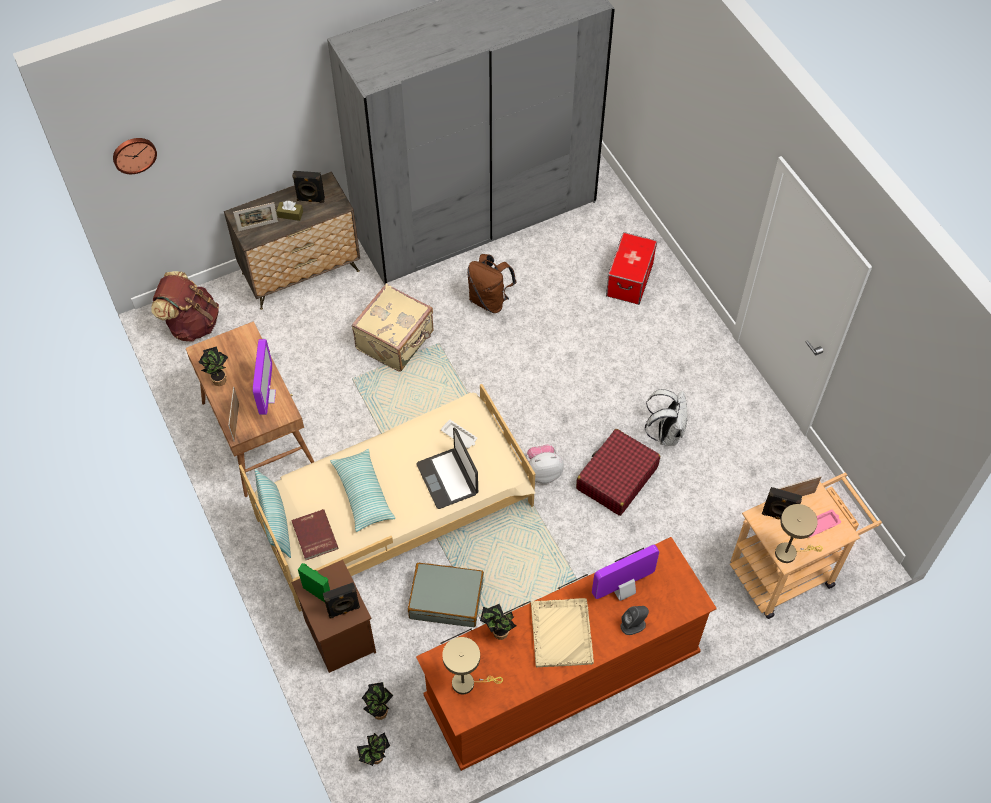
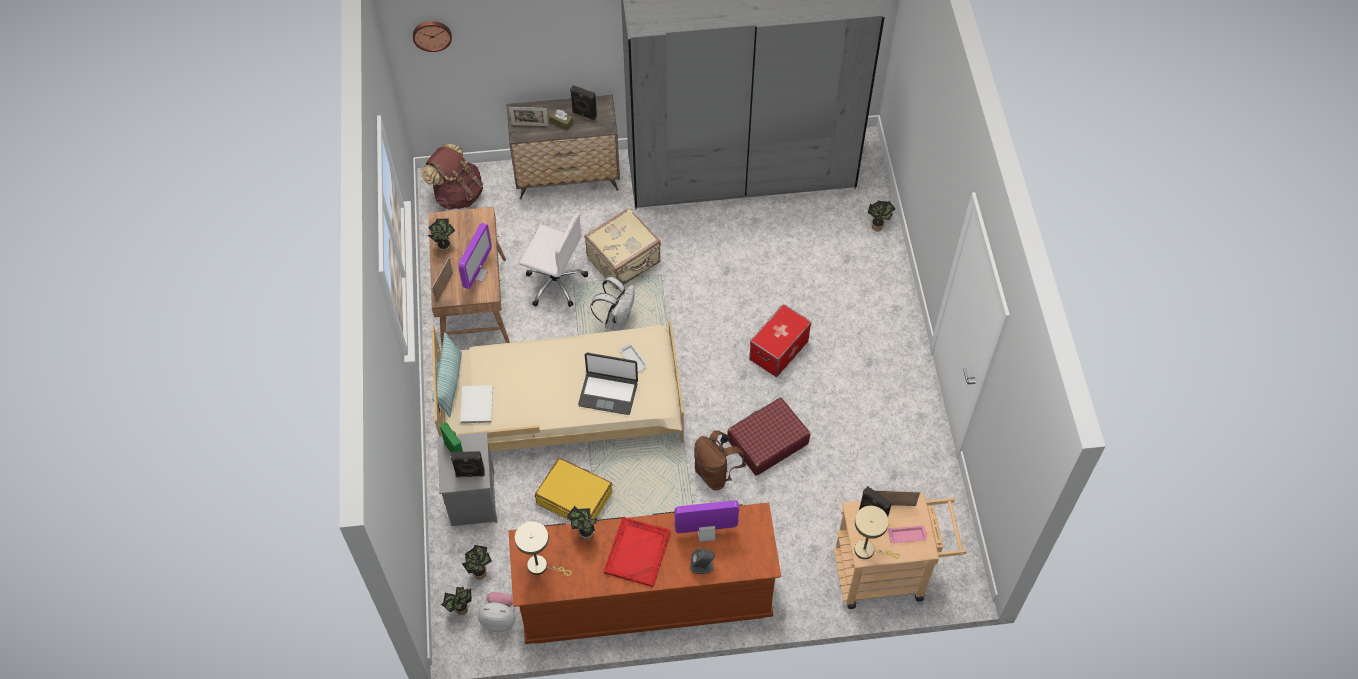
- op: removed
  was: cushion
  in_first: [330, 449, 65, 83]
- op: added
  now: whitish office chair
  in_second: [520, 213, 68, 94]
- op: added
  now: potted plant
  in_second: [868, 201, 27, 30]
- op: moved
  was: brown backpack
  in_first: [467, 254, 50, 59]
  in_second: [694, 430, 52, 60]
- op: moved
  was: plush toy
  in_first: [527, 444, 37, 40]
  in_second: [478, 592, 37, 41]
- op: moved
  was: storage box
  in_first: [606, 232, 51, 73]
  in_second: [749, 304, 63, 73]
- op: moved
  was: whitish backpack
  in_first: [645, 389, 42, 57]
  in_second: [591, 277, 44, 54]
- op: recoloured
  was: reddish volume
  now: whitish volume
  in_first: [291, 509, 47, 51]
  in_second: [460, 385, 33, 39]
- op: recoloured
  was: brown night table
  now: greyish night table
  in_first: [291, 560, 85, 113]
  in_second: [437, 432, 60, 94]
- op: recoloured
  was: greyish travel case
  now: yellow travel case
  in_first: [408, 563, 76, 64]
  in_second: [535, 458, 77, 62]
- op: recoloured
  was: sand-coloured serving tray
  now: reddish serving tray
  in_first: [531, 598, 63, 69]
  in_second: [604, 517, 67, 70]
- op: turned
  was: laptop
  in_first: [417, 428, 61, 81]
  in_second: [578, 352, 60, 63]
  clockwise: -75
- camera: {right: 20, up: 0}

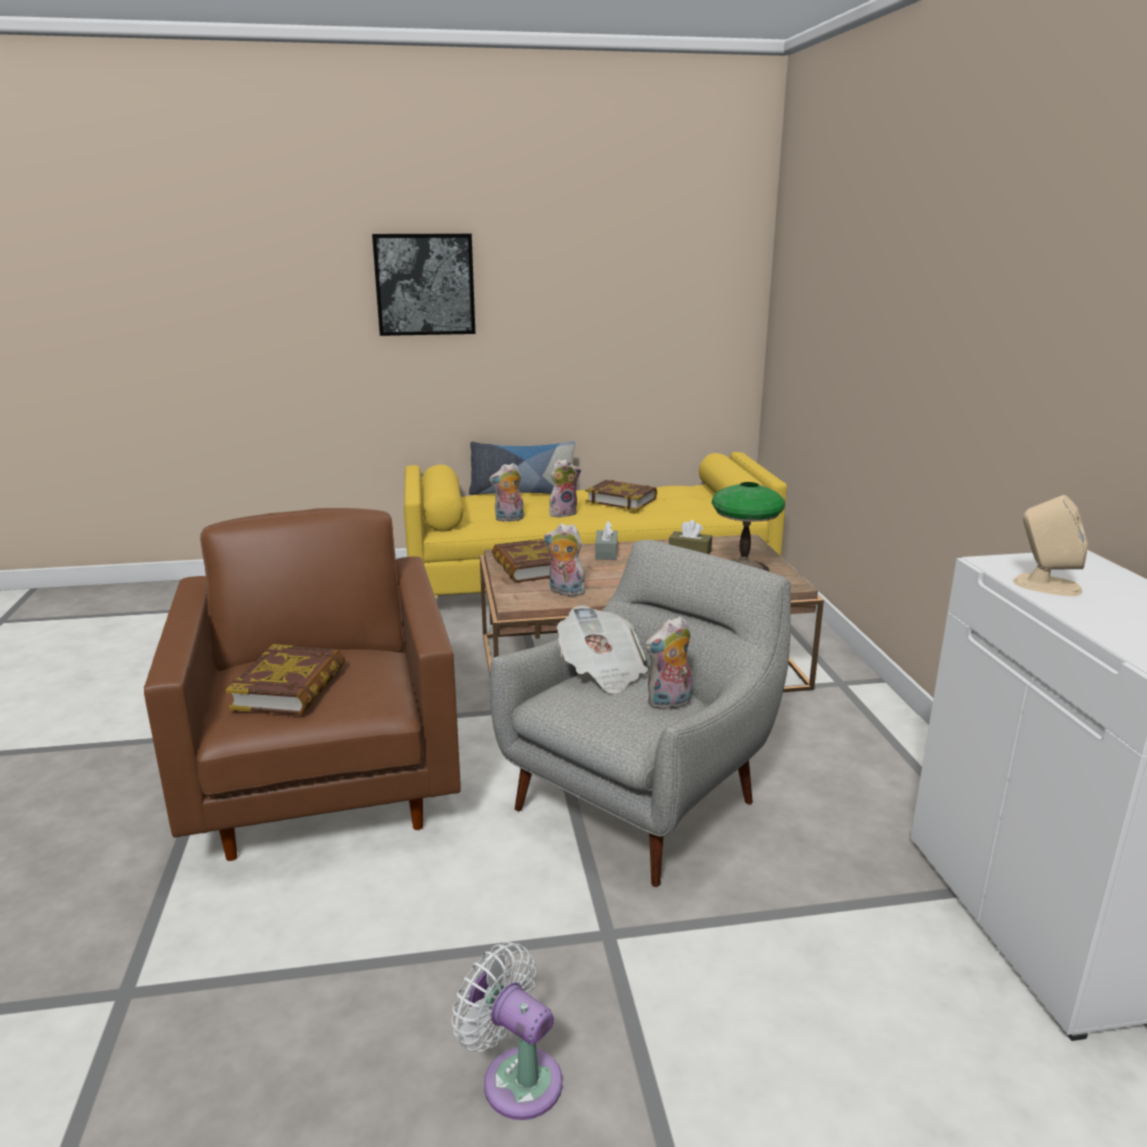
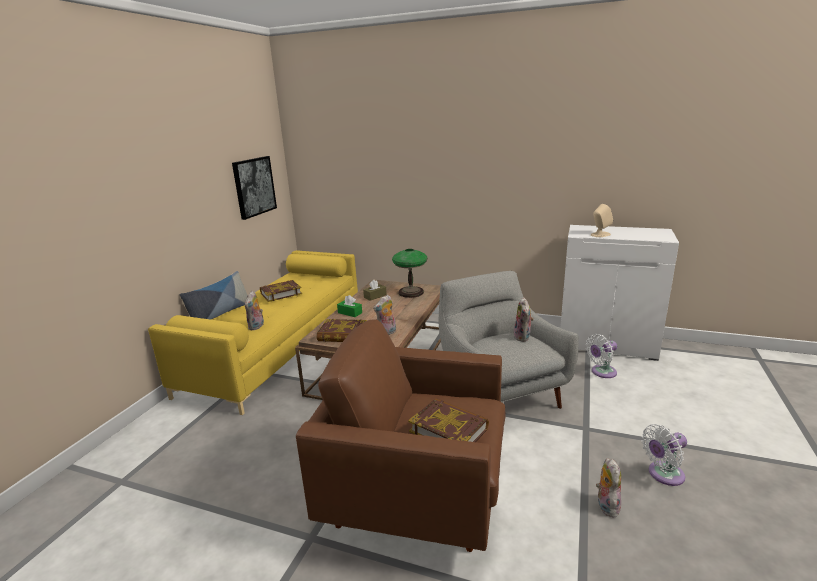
- op: removed
  was: printed paper
  in_first: [557, 606, 91, 88]
- op: added
  now: whitish cooling fan
  in_second: [586, 334, 31, 44]
- op: moved
  was: wall picture
  in_first: [372, 234, 103, 102]
  in_second: [232, 156, 45, 64]
- op: moved
  was: plush toy
  in_first: [549, 459, 32, 58]
  in_second: [596, 458, 25, 59]
- op: recoloured
  was: greyish tissue box
  now: green-coloured tissue box
  in_first: [595, 521, 23, 39]
  in_second: [337, 295, 25, 22]
- camera: {right: -60, up: 0}

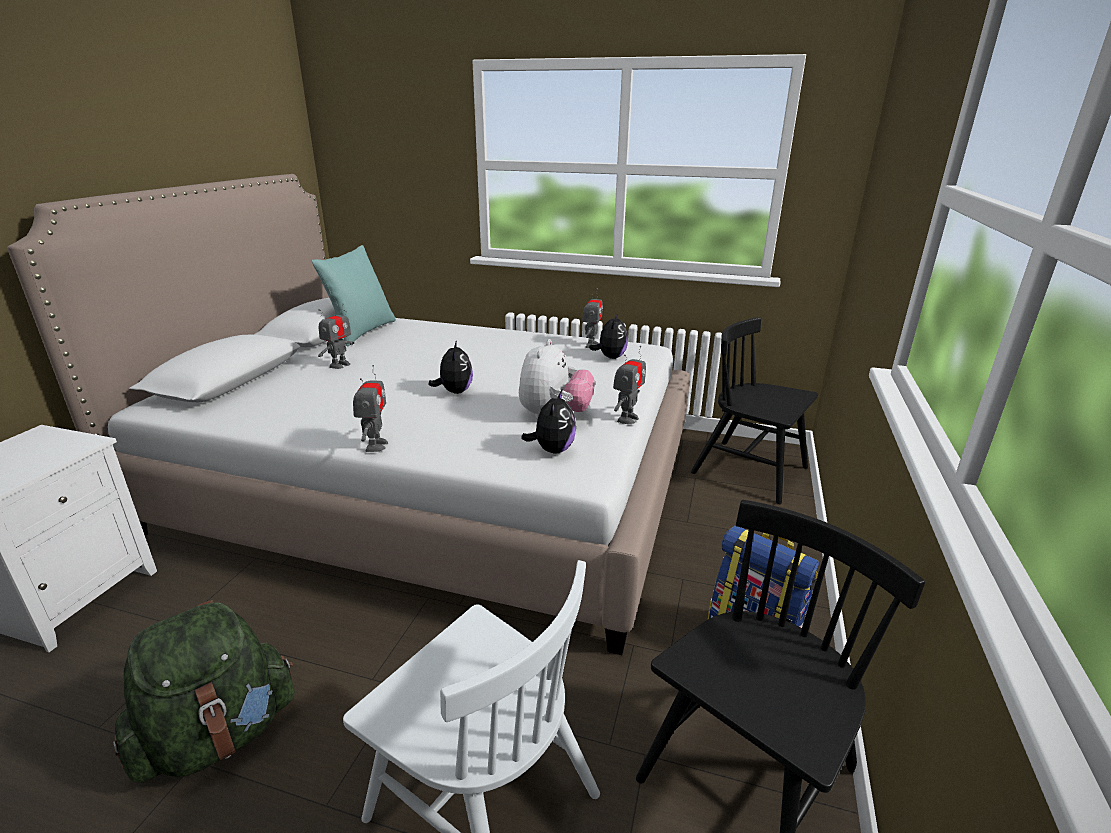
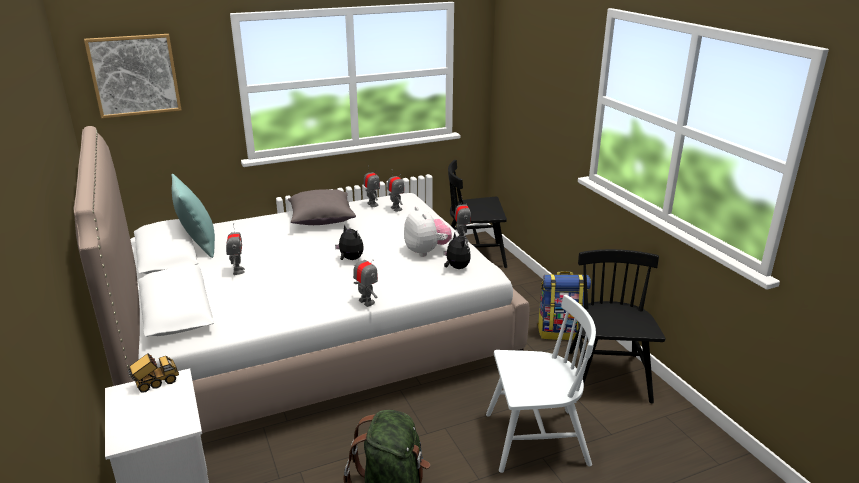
- op: added
  now: wall picture
  in_second: [84, 34, 98, 85]
- op: added
  now: model truck
  in_second: [127, 353, 52, 39]
- op: added
  now: greyish cushion
  in_second: [288, 189, 68, 36]
- op: replaced
  was: plush toy
  now: robot figure
  in_first: [589, 313, 39, 46]
  in_second: [387, 169, 17, 43]
- camera: {right: -40, up: 0}

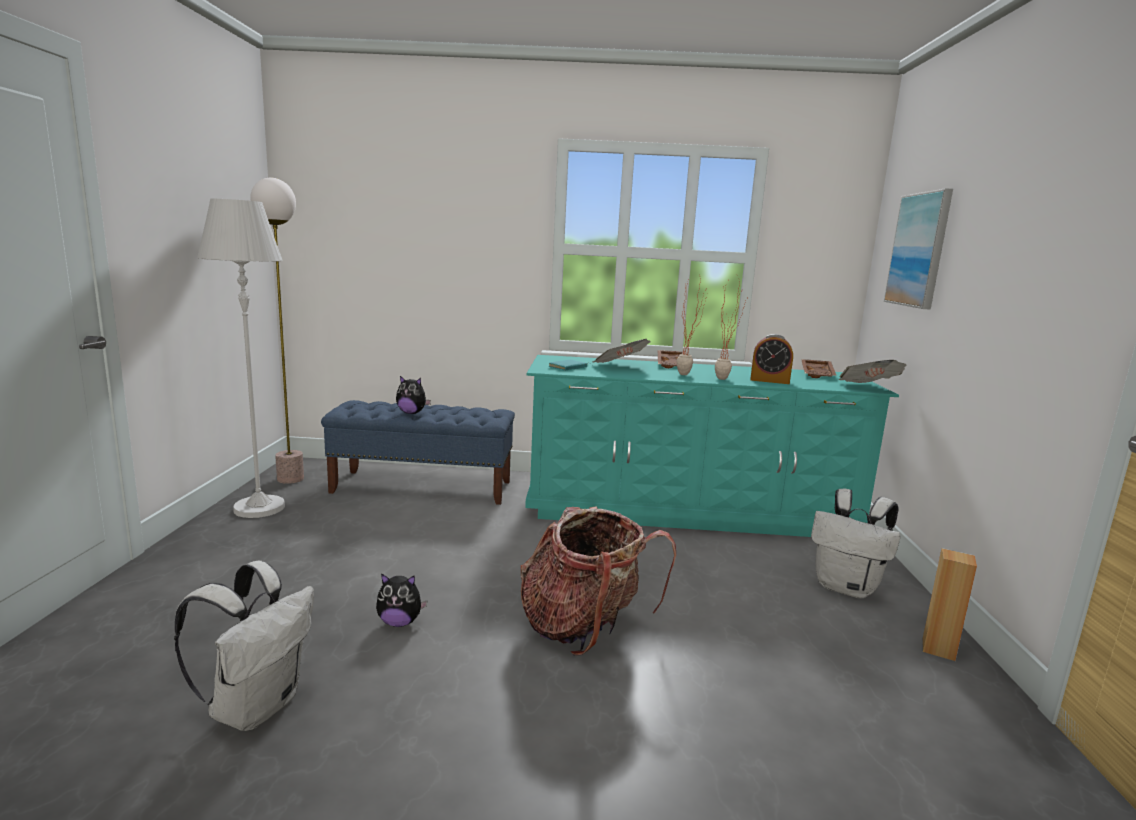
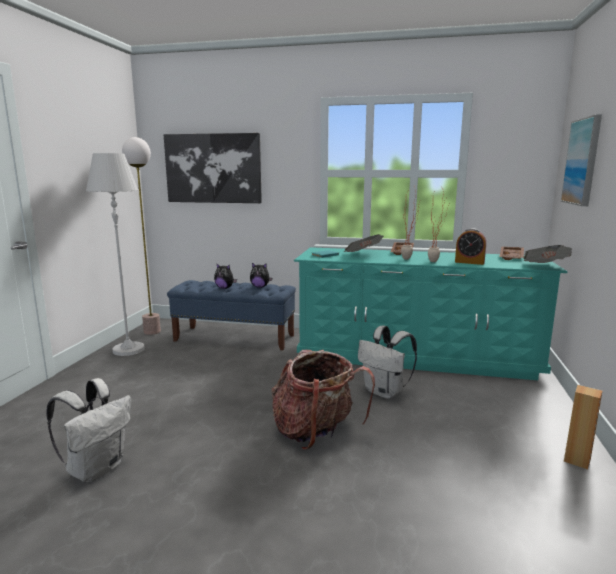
- op: added
  now: wall picture
  in_second: [164, 133, 98, 70]
- op: moved
  was: plush toy
  in_first: [376, 574, 52, 53]
  in_second: [250, 263, 22, 25]
- op: moved
  was: whitish backpack
  in_first: [811, 489, 89, 109]
  in_second: [358, 326, 59, 73]
- camera: {right: 10, up: 0}

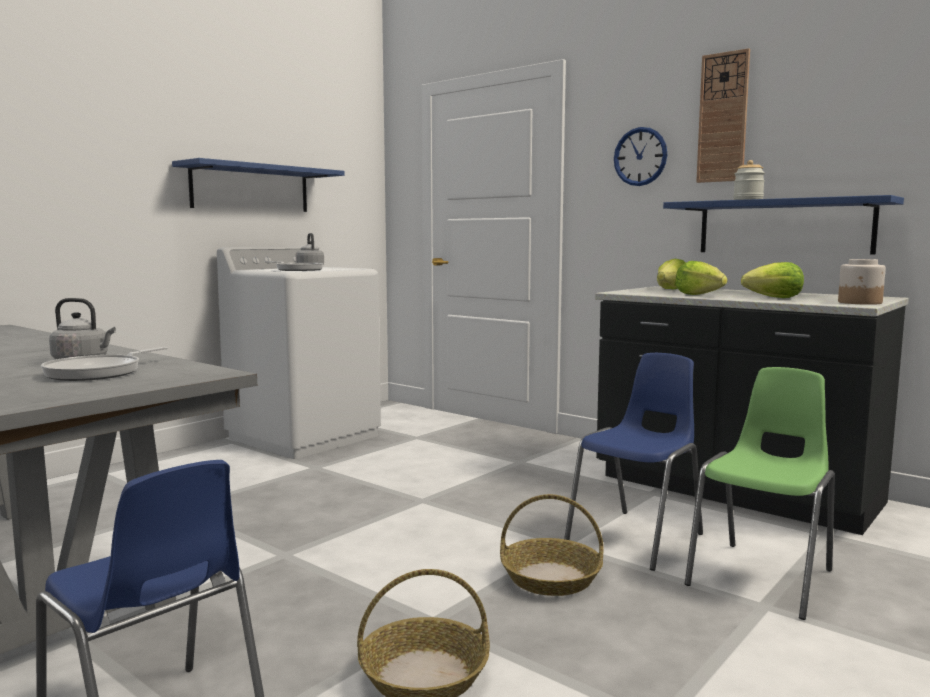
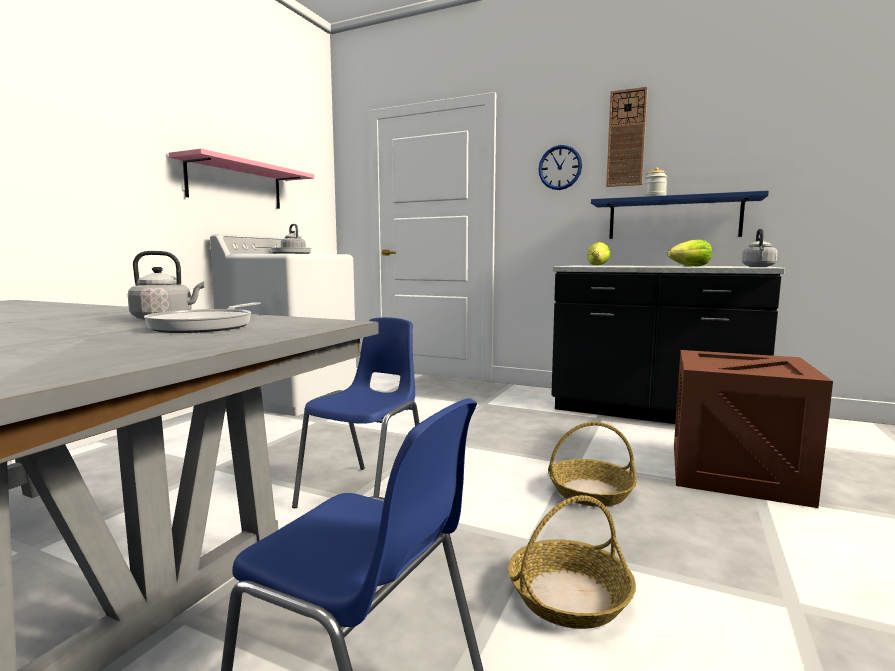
- op: removed
  was: lettuce head
  in_first: [675, 261, 53, 34]
- op: moved
  was: blue plain chair
  in_first: [564, 353, 139, 218]
  in_second: [292, 317, 128, 191]
- op: replaced
  was: green-coloured plain chair
  now: shipping crate
  in_first: [685, 367, 150, 253]
  in_second: [674, 350, 159, 158]
- op: replaced
  was: jar
  now: greyish kettle
  in_first: [838, 259, 48, 46]
  in_second: [742, 229, 36, 38]
- op: recoloured
  was: blue bracket shelf
  now: pink bracket shelf
  in_first: [172, 158, 173, 54]
  in_second: [169, 149, 146, 60]
- camera: {right: -15, up: 0}

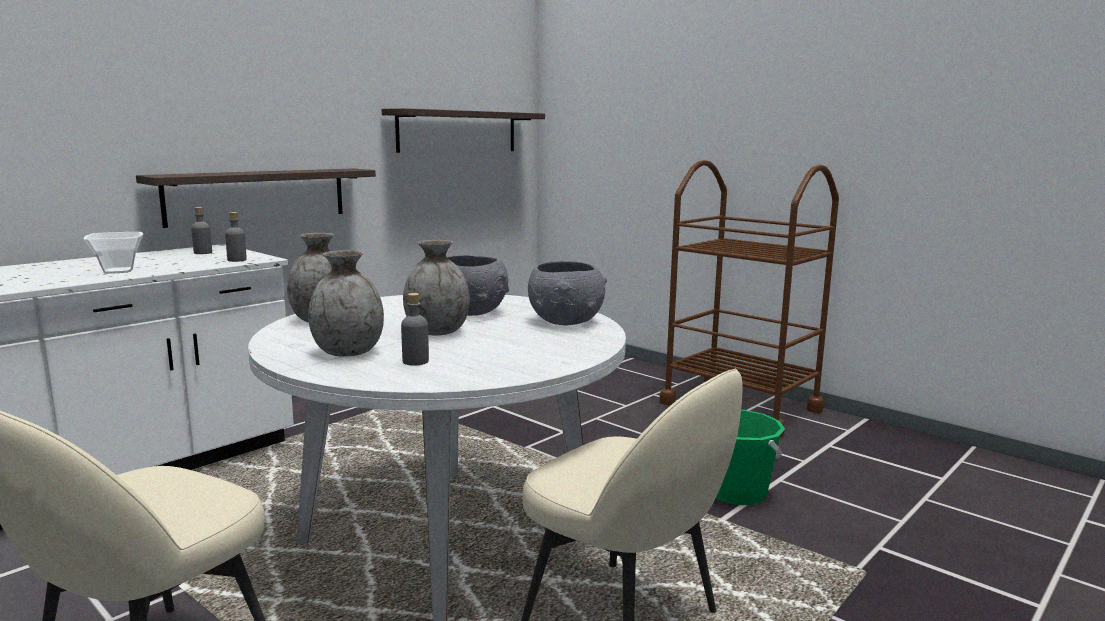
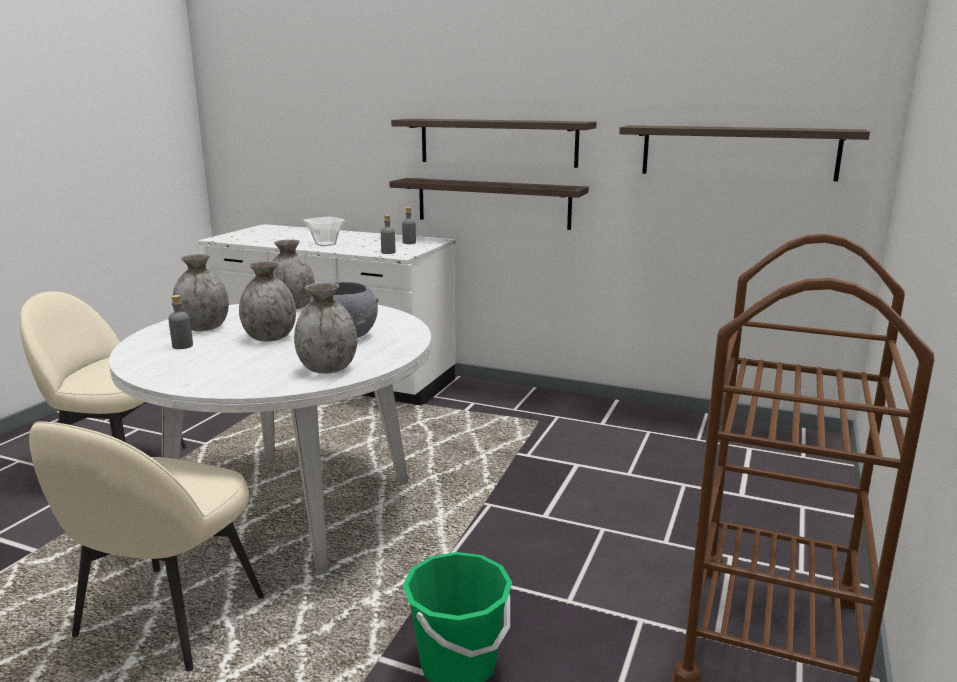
- op: added
  now: bracket shelf
  in_second: [391, 119, 206, 49]
- op: replaced
  was: greyish bowl
  now: greyish decorative vase
  in_first: [528, 261, 79, 64]
  in_second: [294, 283, 63, 91]
- camera: {right: 70, up: 5}

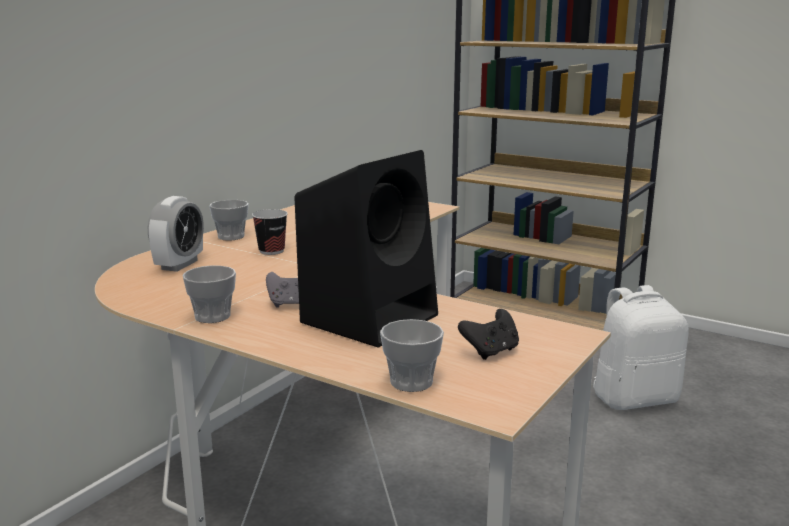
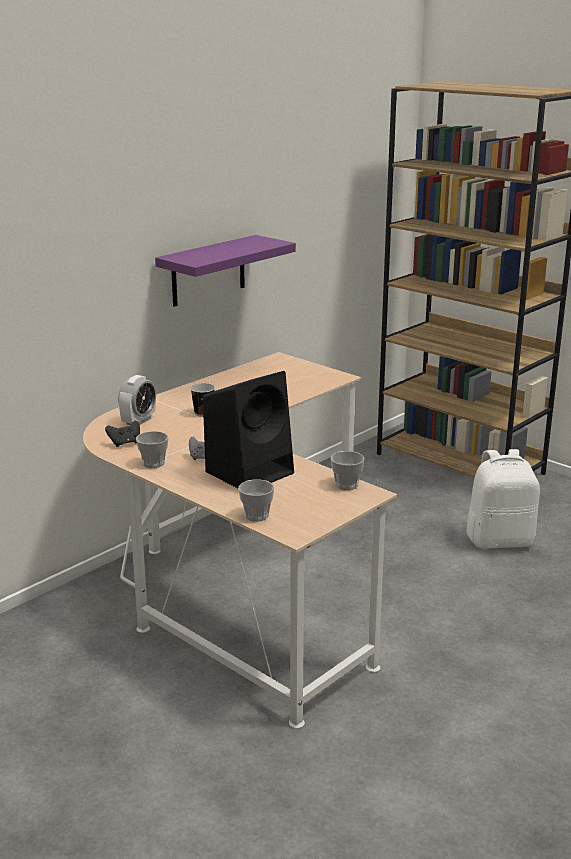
- op: added
  now: purplish bracket shelf
  in_second: [155, 235, 141, 72]
- op: moved
  was: drinking cup
  in_first: [209, 200, 40, 40]
  in_second: [331, 451, 34, 39]
- op: moved
  was: black joypad
  in_first: [458, 309, 61, 51]
  in_second: [105, 421, 35, 26]
- camera: {right: 10, up: 5}

